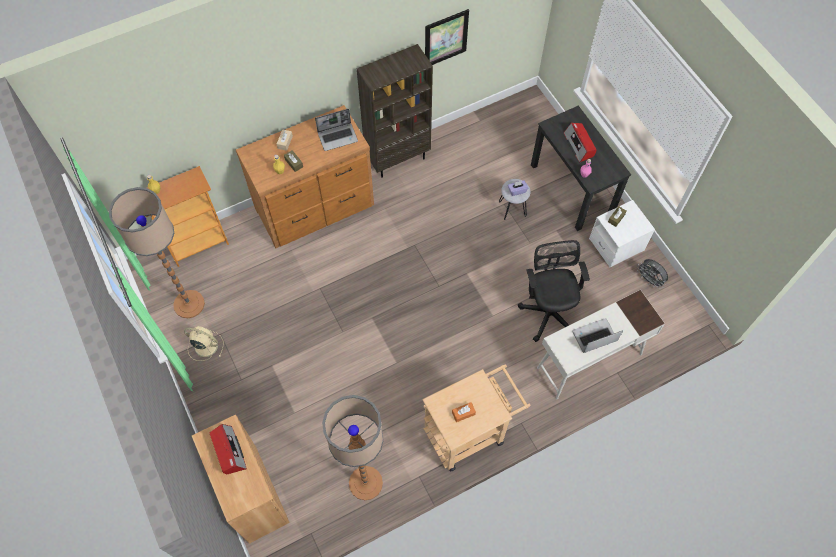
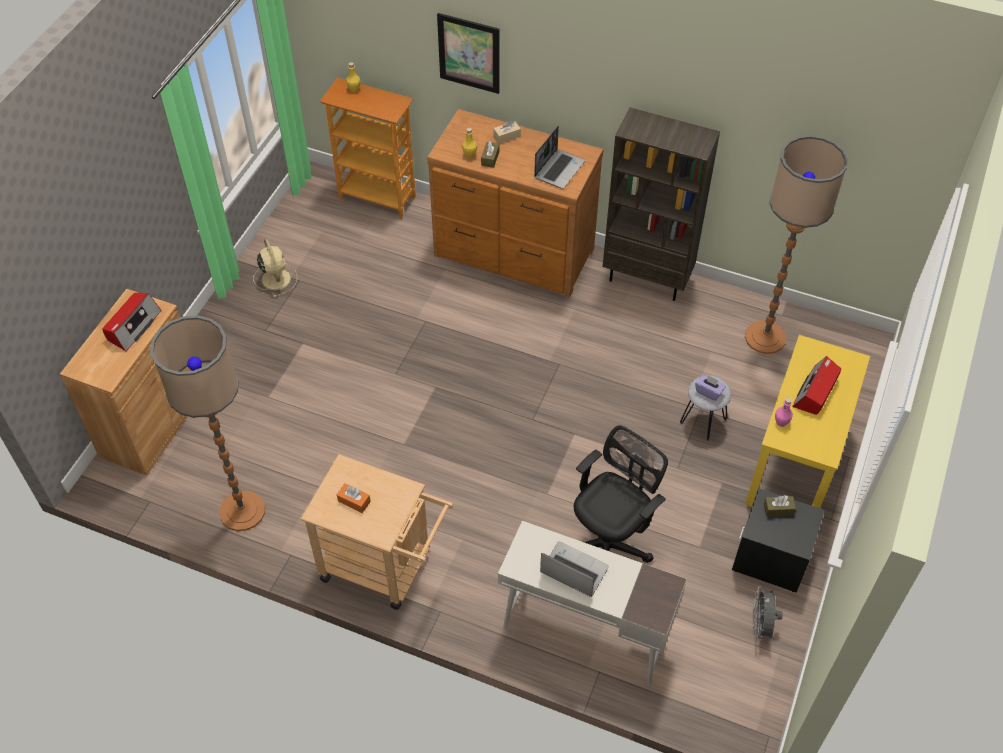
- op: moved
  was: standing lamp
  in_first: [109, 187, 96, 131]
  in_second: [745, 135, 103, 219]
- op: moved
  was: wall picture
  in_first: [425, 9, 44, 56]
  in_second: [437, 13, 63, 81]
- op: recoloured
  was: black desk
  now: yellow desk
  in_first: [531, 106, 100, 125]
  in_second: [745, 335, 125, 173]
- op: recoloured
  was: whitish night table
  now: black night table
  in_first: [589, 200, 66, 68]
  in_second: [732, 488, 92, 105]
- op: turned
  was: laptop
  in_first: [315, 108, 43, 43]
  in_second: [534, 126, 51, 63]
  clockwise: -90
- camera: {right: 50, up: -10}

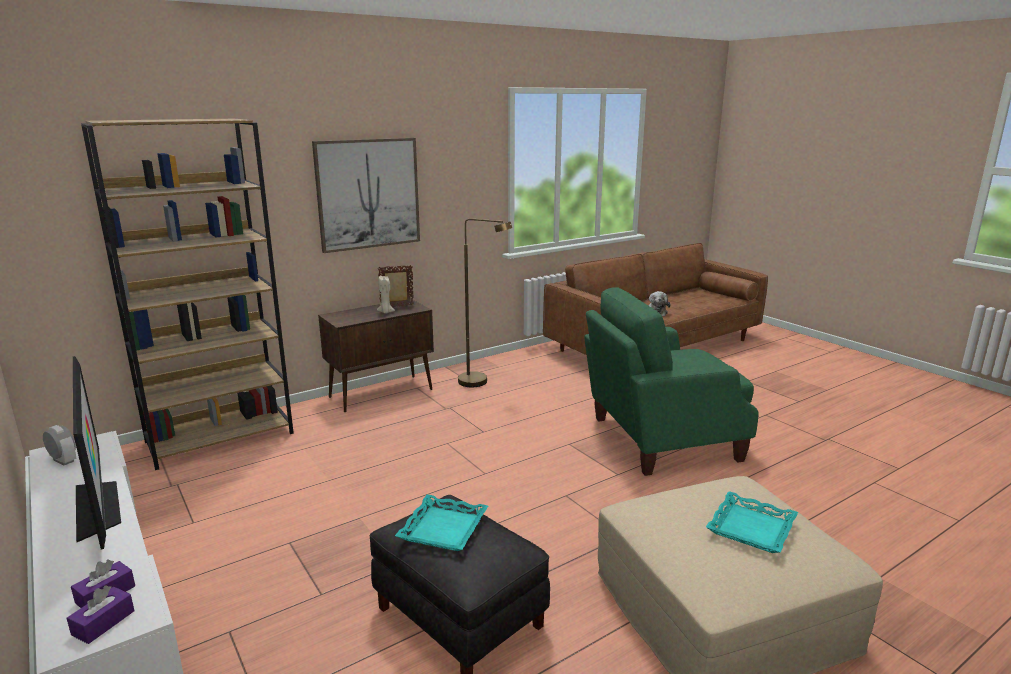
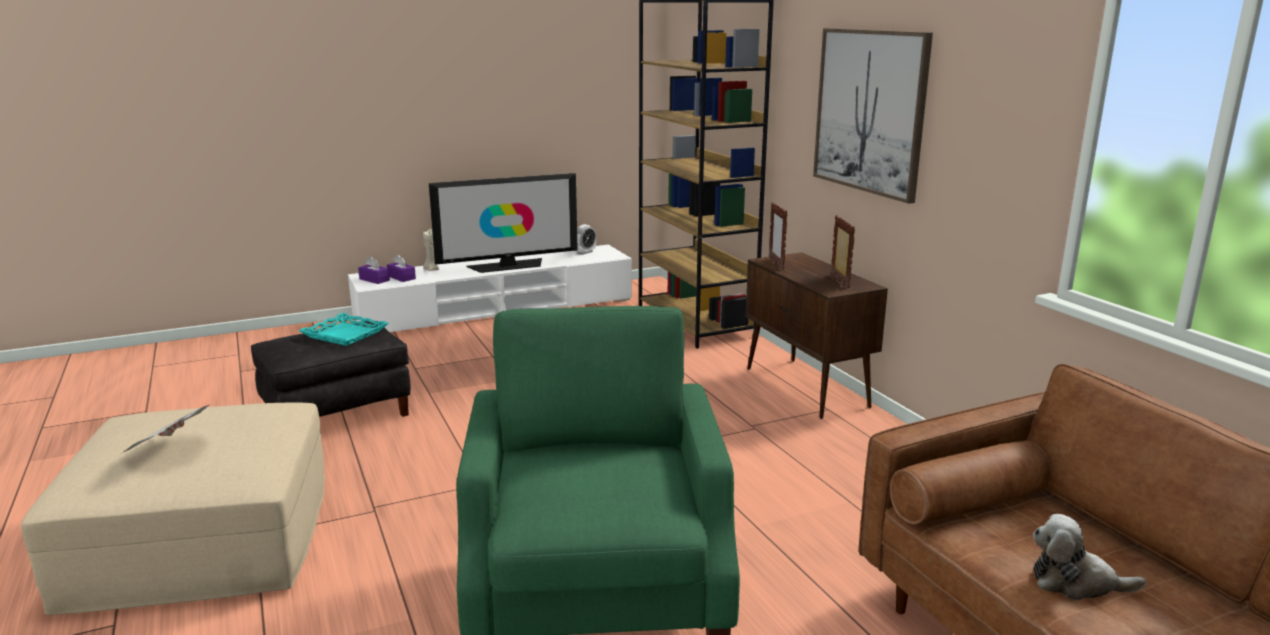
- op: removed
  was: brown standing lamp
  in_first: [458, 219, 54, 168]
- op: added
  now: standing frame
  in_second: [769, 202, 19, 68]
- op: moved
  was: sand-coloured candle
  in_first: [377, 276, 18, 38]
  in_second: [423, 229, 16, 42]
- op: replaced
  was: turquoise serving tray
  now: printed paper
  in_first: [706, 491, 92, 62]
  in_second: [123, 405, 86, 48]
- camera: {right: 100, up: 0}

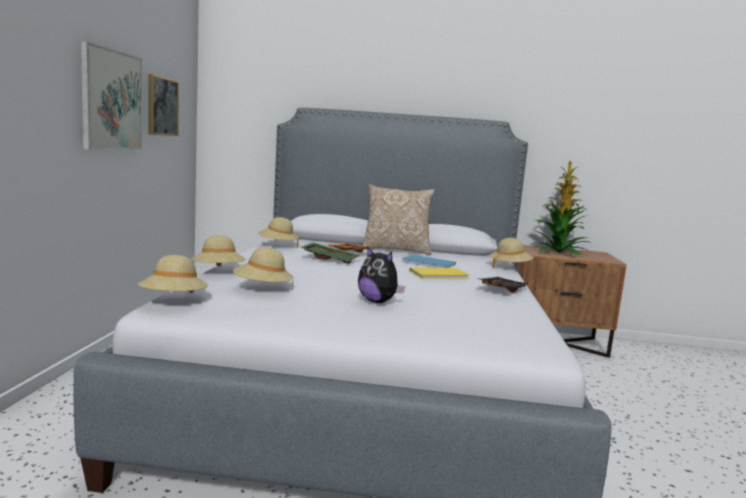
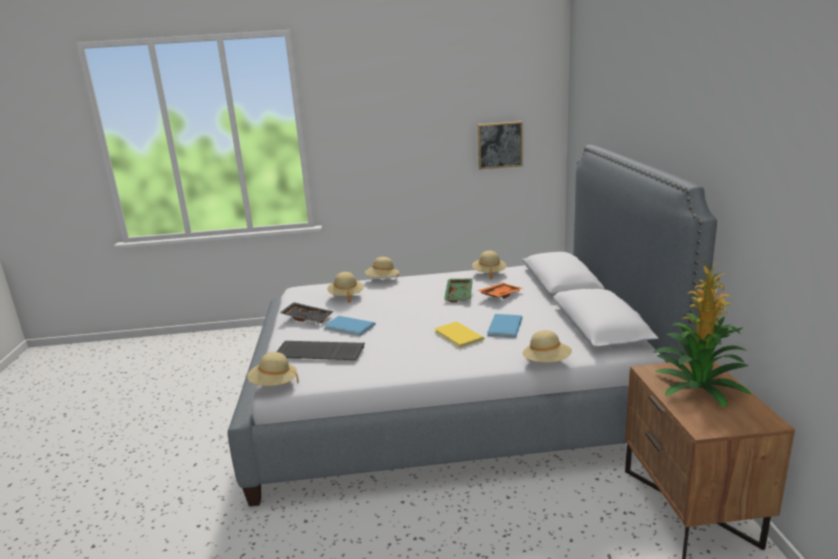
- op: removed
  was: wall picture
  in_first: [81, 41, 61, 109]
- op: removed
  was: cushion
  in_first: [362, 184, 73, 71]
- op: added
  now: keyboard
  in_second: [277, 341, 88, 19]
- op: moved
  was: sand-coloured clothing hat
  in_first: [137, 255, 71, 38]
  in_second: [247, 352, 52, 34]
- op: moved
  was: black serving tray
  in_first: [480, 277, 48, 16]
  in_second: [280, 302, 53, 21]
- op: replaced
  was: plush toy
  now: blue volume
  in_first: [358, 246, 47, 57]
  in_second: [324, 316, 52, 20]
- camera: {right: 80, up: 10}

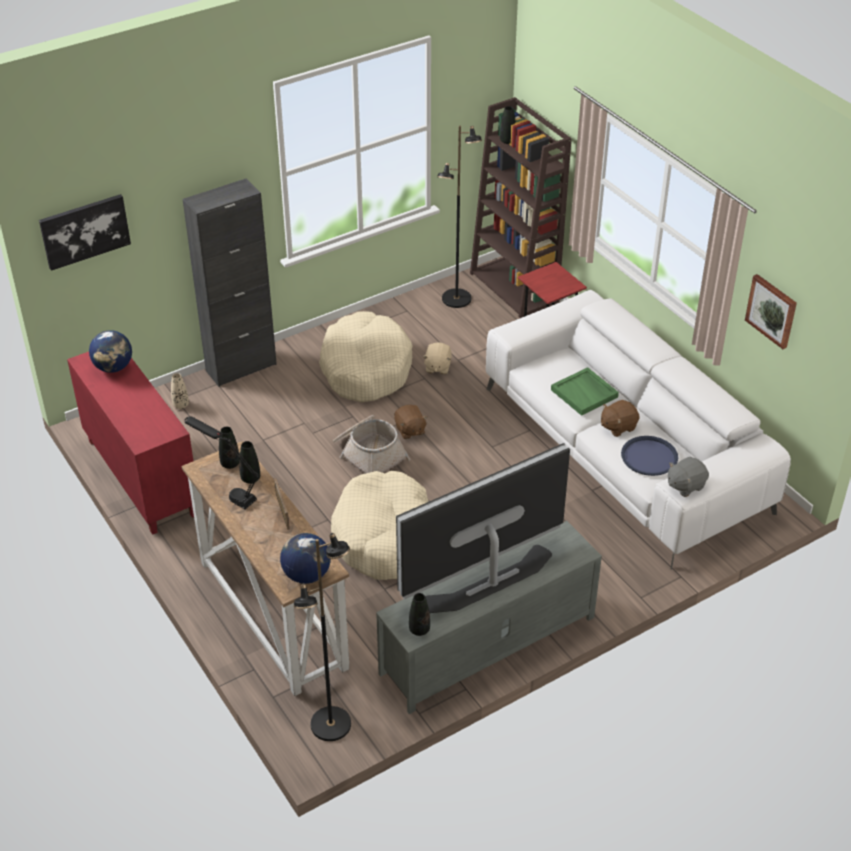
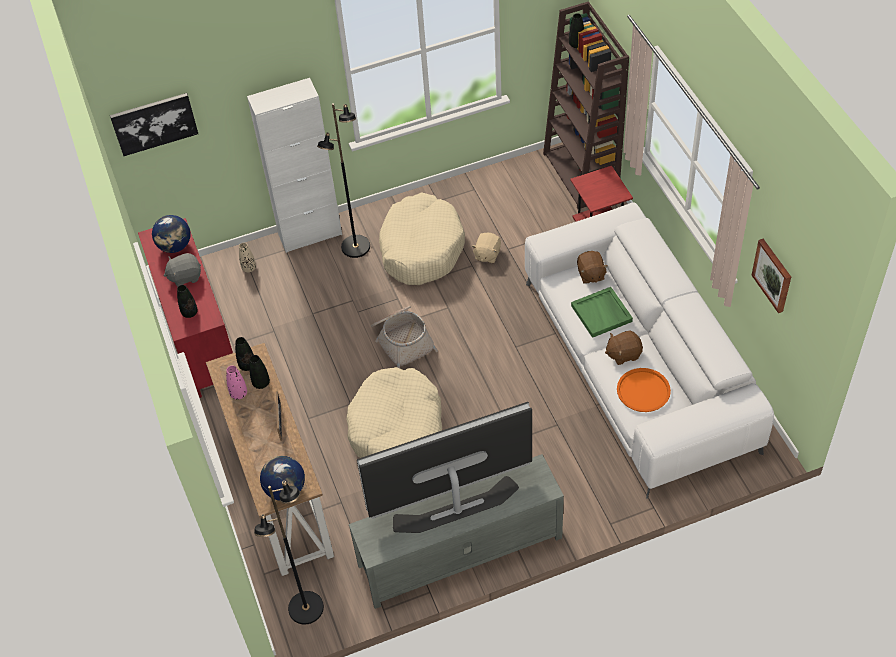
- op: moved
  was: brown plush toy
  in_first: [394, 405, 34, 34]
  in_second: [577, 251, 31, 33]
- op: moved
  was: black decorative vase
  in_first: [409, 593, 21, 43]
  in_second: [177, 285, 21, 33]
- op: moved
  was: black standing lamp
  in_first: [437, 126, 45, 182]
  in_second: [317, 103, 53, 155]
- op: moved
  was: greyish plush toy
  in_first: [668, 457, 41, 40]
  in_second: [164, 253, 37, 34]
- op: replaced
  was: black table lamp
  now: pink decorative vase
  in_first: [184, 417, 75, 92]
  in_second: [226, 366, 21, 34]
- op: recoloured
  was: black storage cabinet
  now: whitish storage cabinet
  in_first: [183, 178, 94, 209]
  in_second: [247, 78, 95, 175]
- op: recoloured
  was: blue serving tray
  now: orangey serving tray
  in_first: [621, 436, 57, 40]
  in_second: [617, 368, 54, 44]
- camera: {right: 15, up: 10}

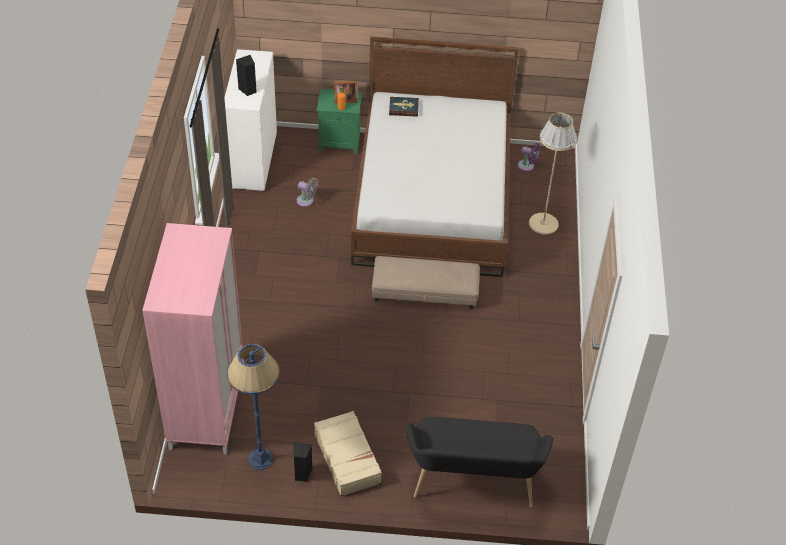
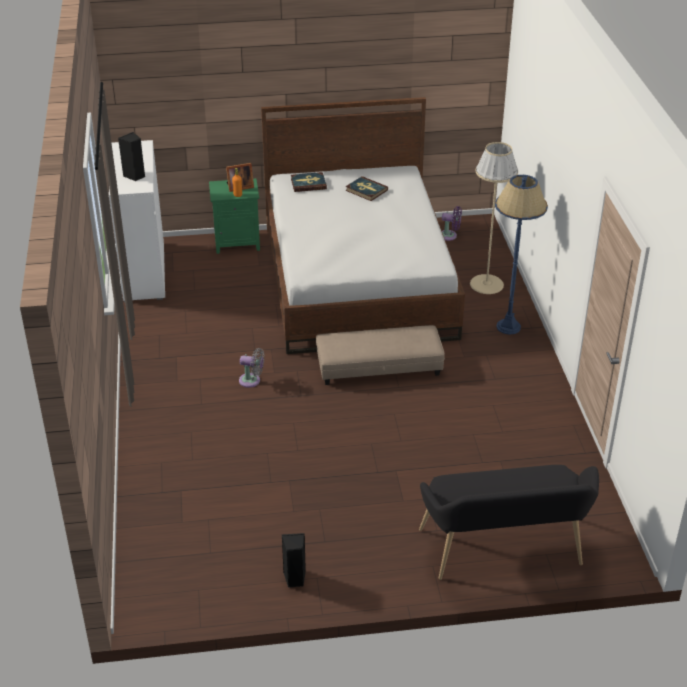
- op: removed
  was: pink clothes cupboard
  in_first: [142, 223, 102, 231]
- op: removed
  was: sand-coloured travel case
  in_first: [314, 411, 68, 85]
- op: added
  now: volume
  in_second: [346, 176, 42, 25]
- op: moved
  was: blue standing lamp
  in_first: [226, 344, 54, 126]
  in_second: [495, 175, 53, 160]
- op: moved
  was: greyish cooling fan
  in_first: [297, 178, 21, 29]
  in_second: [239, 348, 25, 40]
- camera: {right: -10, up: -10}

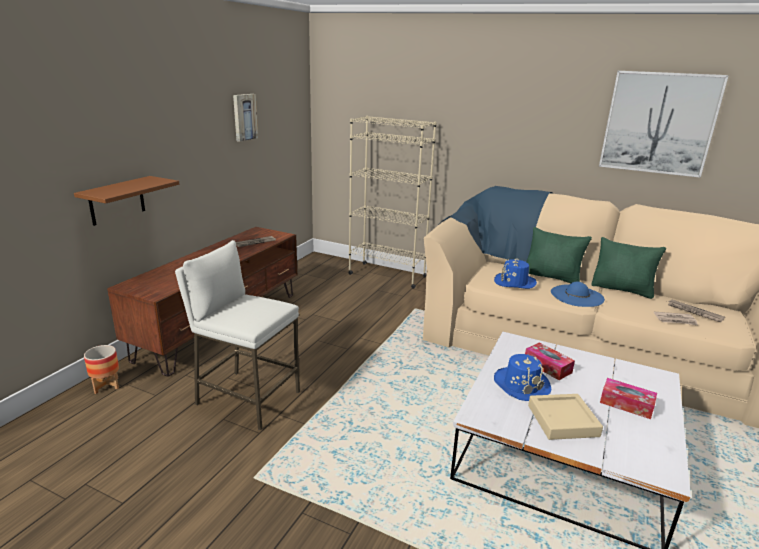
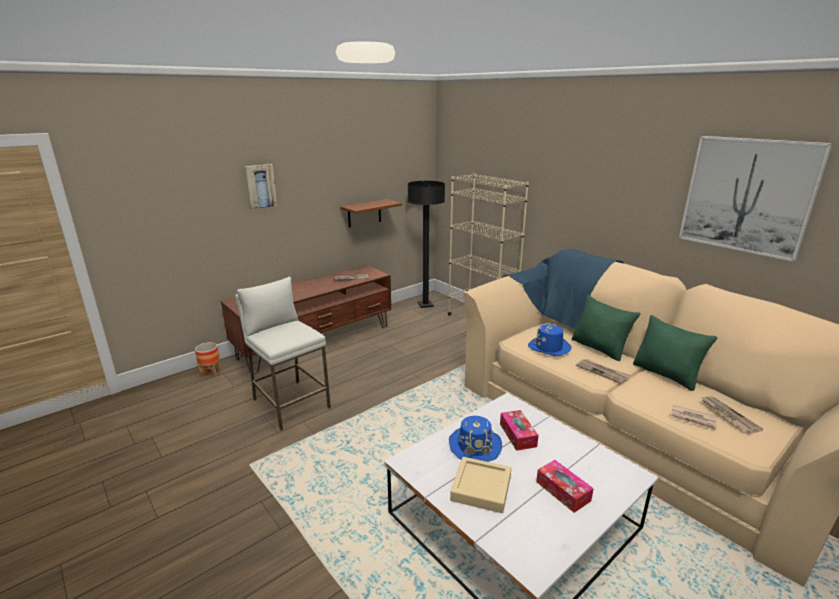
- op: added
  now: black standing lamp
  in_second: [408, 181, 37, 127]
- op: moved
  was: brown bracket shelf
  in_first: [74, 176, 105, 50]
  in_second: [340, 199, 62, 29]
- op: moved
  was: wall picture
  in_first: [233, 94, 25, 48]
  in_second: [244, 164, 33, 46]
- op: replaced
  was: blue clothing hat
  now: printed paper
  in_first: [551, 282, 54, 25]
  in_second: [576, 359, 54, 25]
- camera: {right: 25, up: 0}

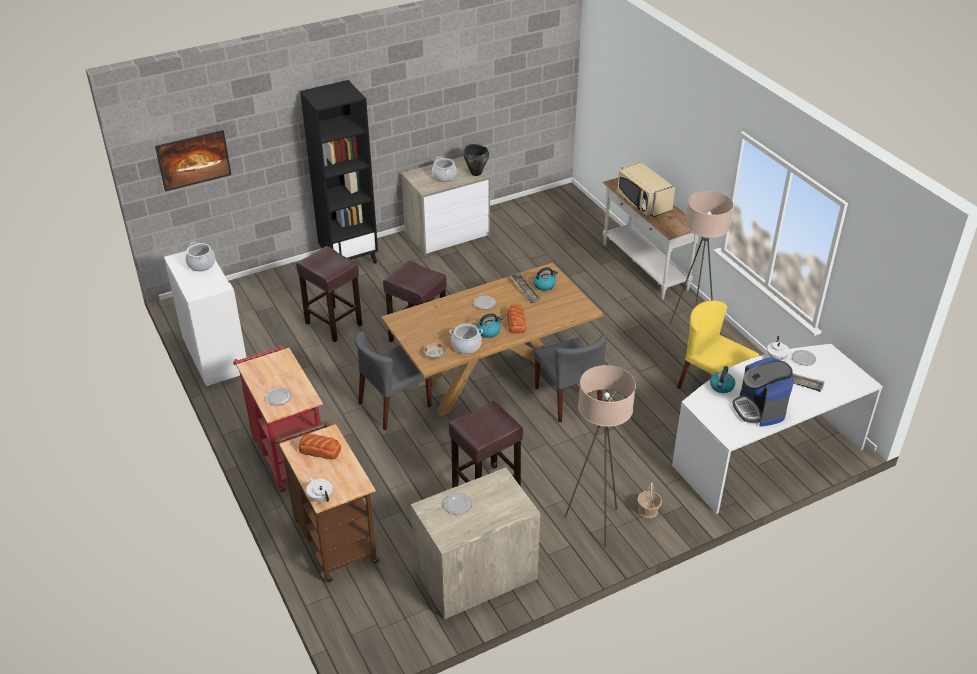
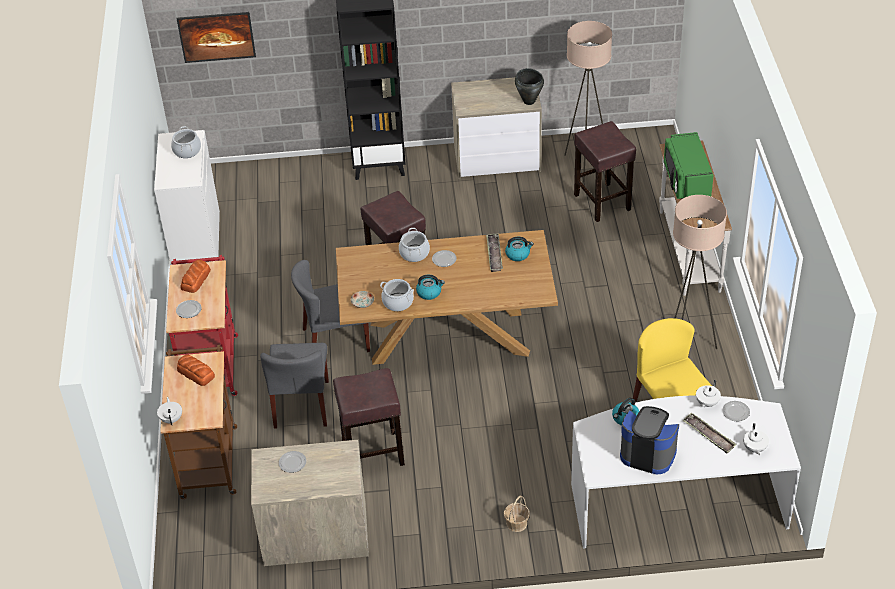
- op: added
  now: whitish pot for tea
  in_second: [743, 423, 26, 32]
- op: moved
  was: brown stool
  in_first: [296, 246, 66, 96]
  in_second: [574, 121, 62, 101]
- op: moved
  was: saucepot
  in_first: [432, 156, 25, 26]
  in_second: [399, 228, 31, 34]
- op: moved
  was: baked bread
  in_first: [507, 304, 19, 29]
  in_second: [181, 259, 30, 34]
- op: moved
  was: greyish plain chair
  in_first: [534, 335, 72, 88]
  in_second: [260, 343, 69, 85]
- op: moved
  was: sand-coloured standing lamp
  in_first: [565, 365, 71, 182]
  in_second: [564, 21, 48, 161]
- op: recoloured
  was: sand-coloured microwave
  now: green-coloured microwave
  in_first: [617, 161, 58, 56]
  in_second: [664, 132, 50, 67]
- op: turned
  was: coffee brewer
  in_first: [732, 357, 62, 70]
  in_second: [620, 406, 59, 69]
  clockwise: 105
- camera: {right: 25, up: 5}

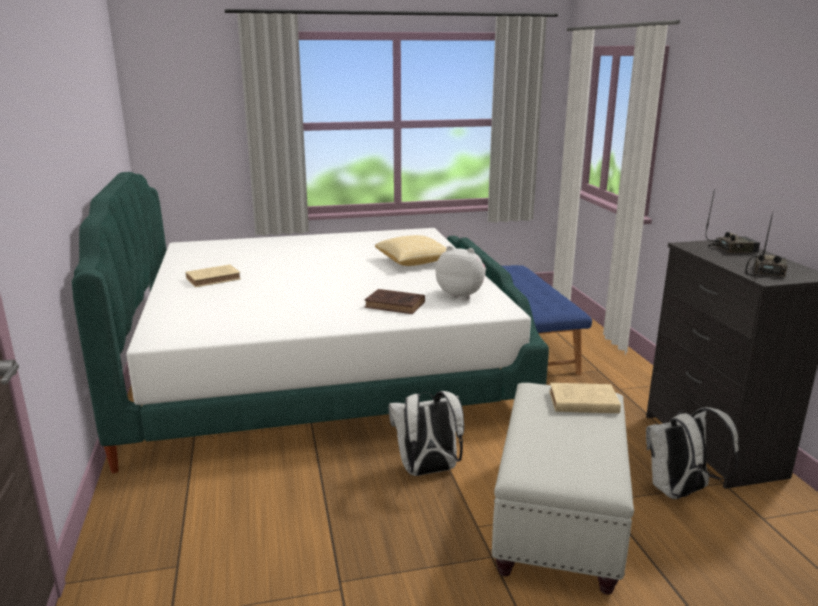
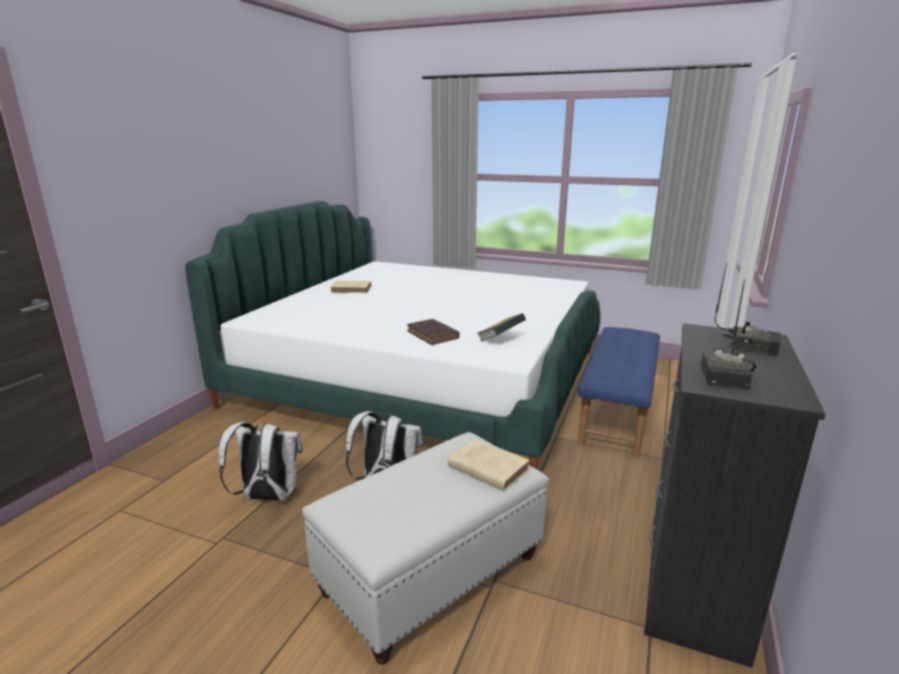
- op: removed
  was: cushion
  in_first: [375, 235, 72, 31]
- op: moved
  was: whitish backpack
  in_first: [646, 407, 93, 92]
  in_second: [218, 422, 85, 79]
- op: replaced
  was: plush toy
  now: volume
  in_first: [436, 246, 50, 54]
  in_second: [478, 313, 48, 28]
- op: turned
  was: radio
  in_first: [745, 212, 42, 65]
  in_second: [701, 280, 55, 109]
  clockwise: 135
- camera: {right: 35, up: 0}

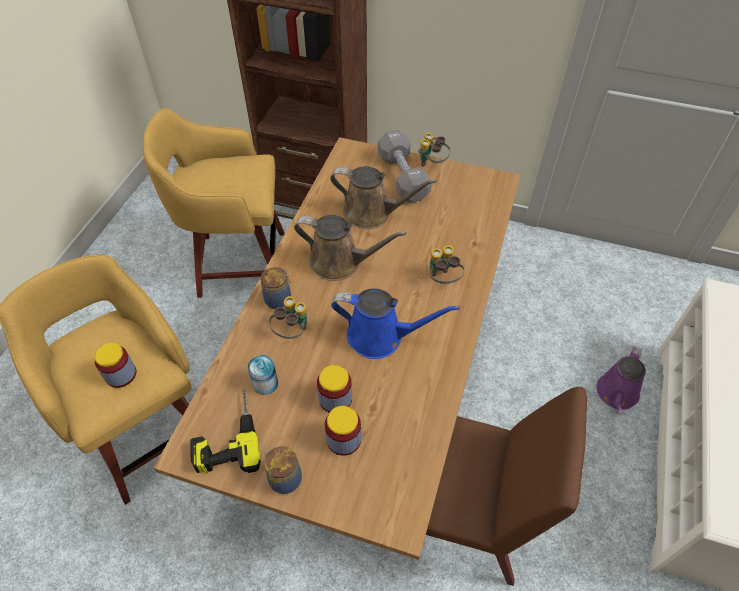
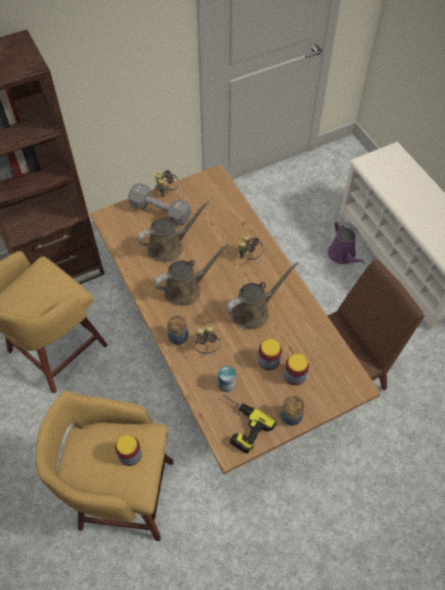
- op: recoloured
  was: blue watering can
  now: brown watering can
  in_first: [331, 288, 129, 71]
  in_second: [225, 262, 74, 67]
- camera: {right: -45, up: 5}

